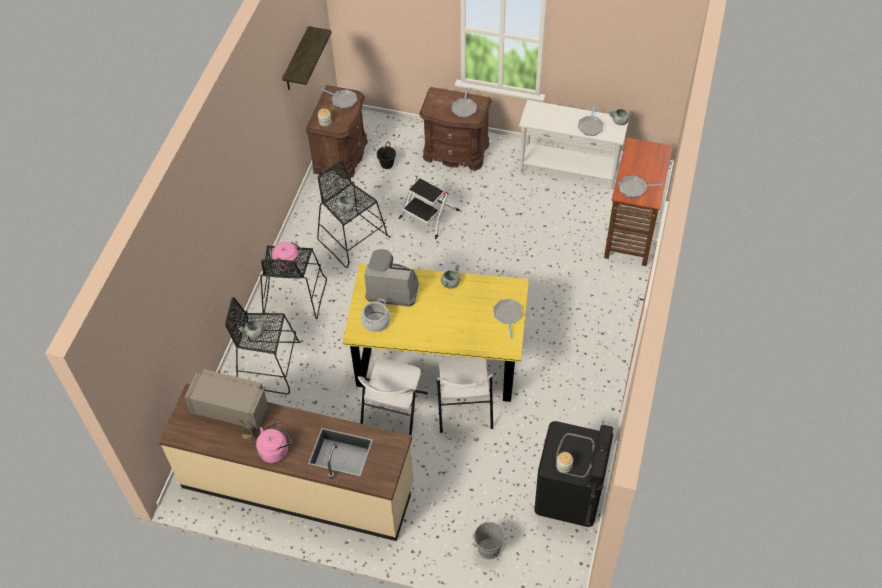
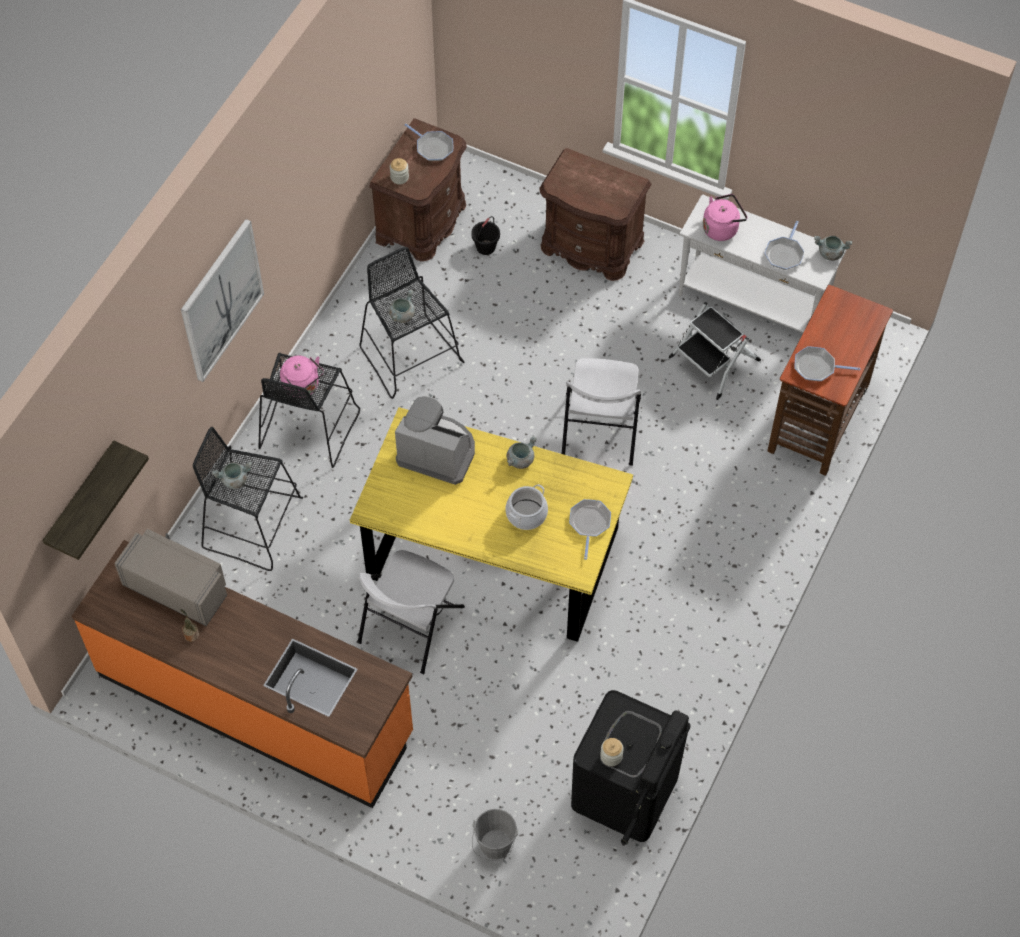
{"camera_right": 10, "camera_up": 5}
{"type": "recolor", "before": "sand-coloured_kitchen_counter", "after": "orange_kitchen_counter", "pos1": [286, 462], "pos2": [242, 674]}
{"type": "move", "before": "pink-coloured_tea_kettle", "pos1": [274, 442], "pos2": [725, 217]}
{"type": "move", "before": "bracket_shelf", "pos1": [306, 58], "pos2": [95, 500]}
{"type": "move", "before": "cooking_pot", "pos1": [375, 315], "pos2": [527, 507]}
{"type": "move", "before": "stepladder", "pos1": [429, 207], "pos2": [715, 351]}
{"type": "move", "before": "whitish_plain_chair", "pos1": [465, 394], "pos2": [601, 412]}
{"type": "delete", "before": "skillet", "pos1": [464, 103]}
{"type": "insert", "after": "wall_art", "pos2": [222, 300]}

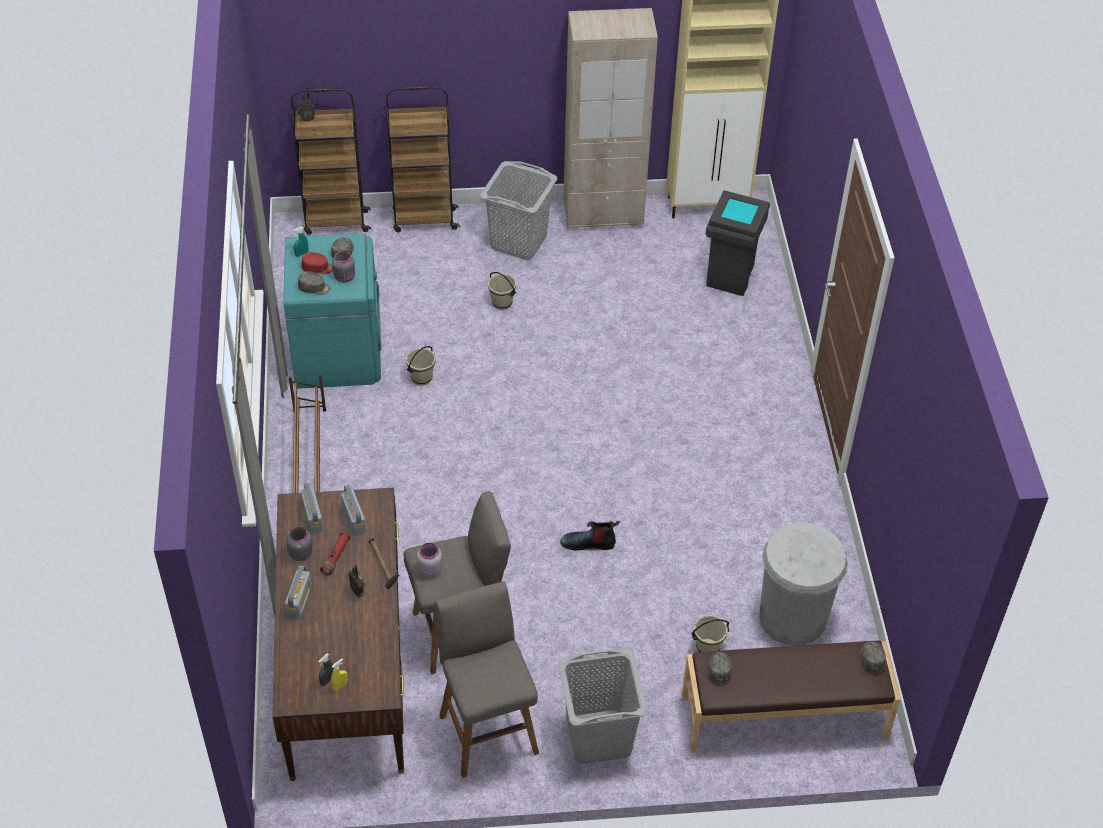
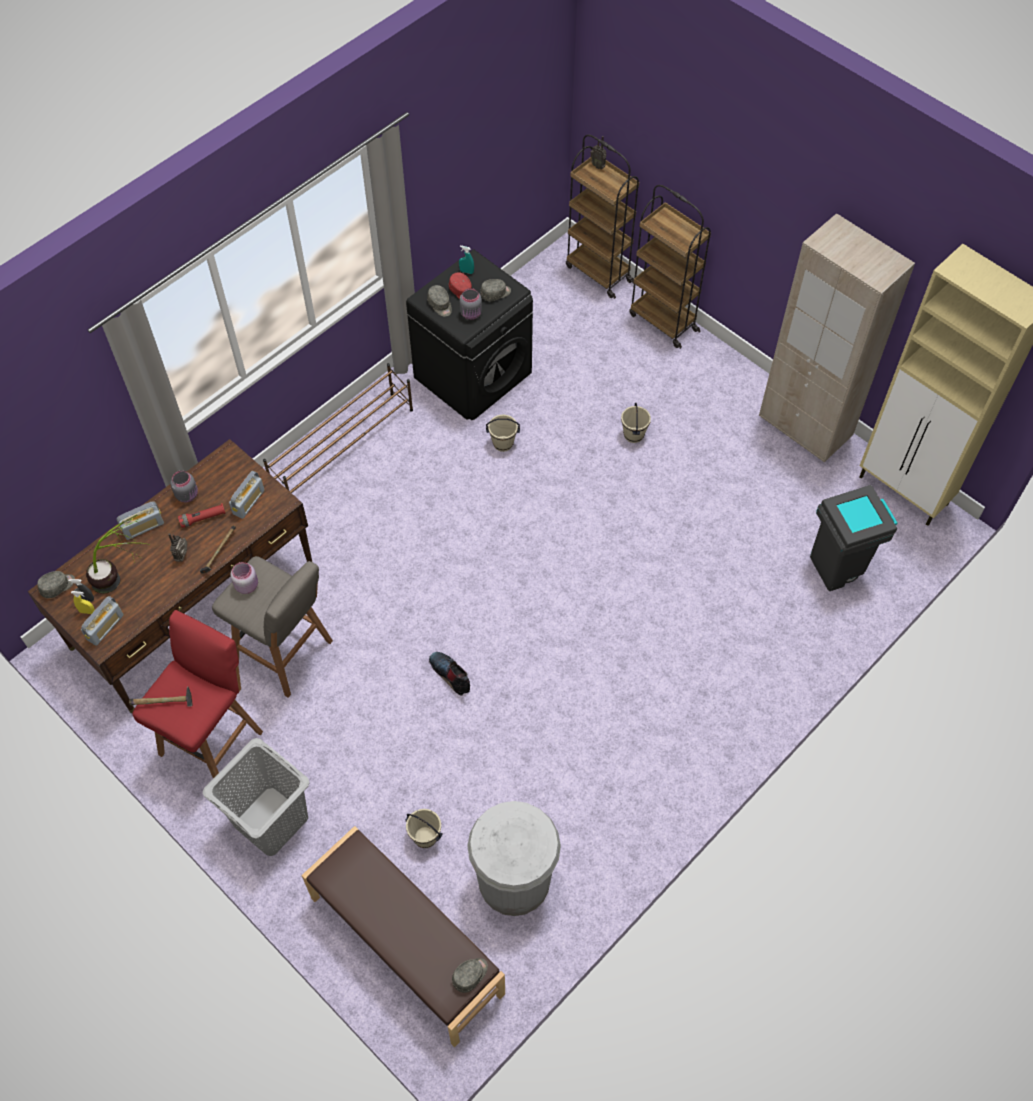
{"camera_right": 50, "camera_up": 10}
{"type": "recolor", "before": "turquoise-coloured_laundry_appliance", "after": "black-coloured_laundry_appliance", "pos1": [332, 311], "pos2": [469, 334]}
{"type": "move", "before": "radio_receiver", "pos1": [312, 508], "pos2": [102, 621]}
{"type": "recolor", "before": "gray_sitting_stool", "after": "red-coloured_sitting_stool", "pos1": [486, 680], "pos2": [197, 694]}
{"type": "delete", "before": "gray_laundry_basket", "pos1": [518, 210]}
{"type": "move", "before": "gray_cap", "pos1": [720, 667], "pos2": [56, 584]}
{"type": "insert", "after": "houseplant", "pos2": [118, 554]}
{"type": "insert", "after": "tool_hammer", "pos2": [161, 696]}

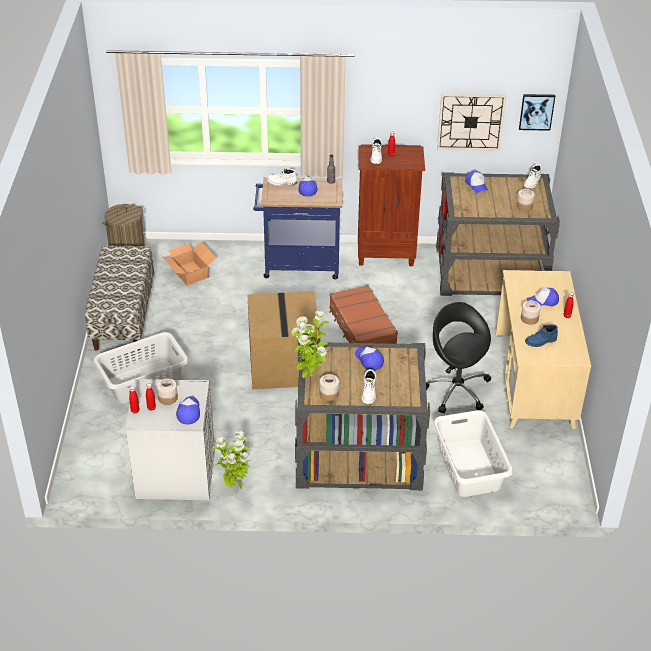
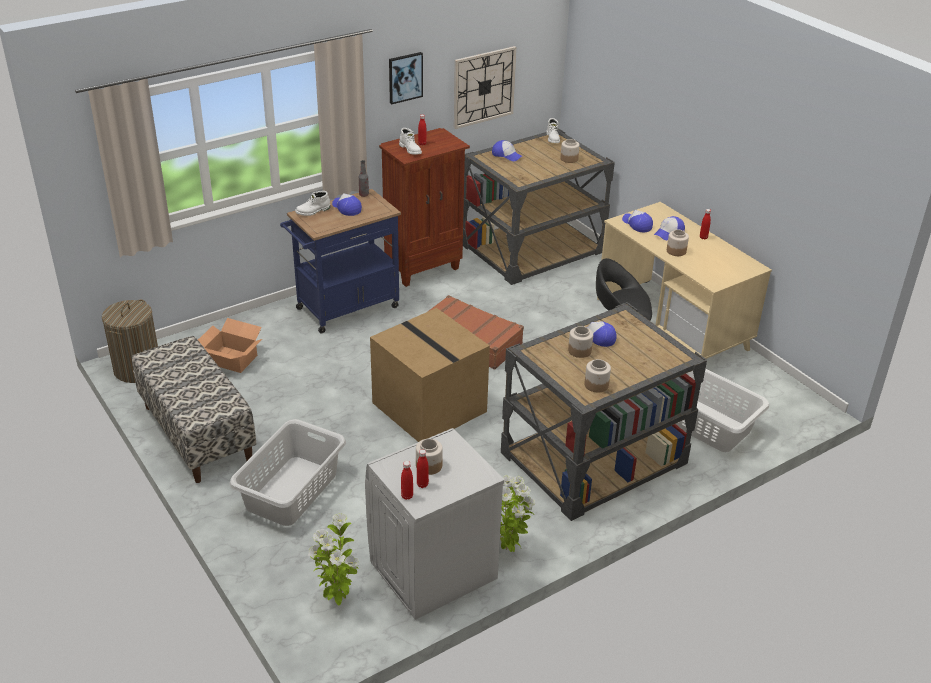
{"camera_right": -35, "camera_up": -5}
{"type": "move", "before": "cap", "pos1": [188, 410], "pos2": [637, 221]}
{"type": "move", "before": "houseplant", "pos1": [310, 344], "pos2": [333, 559]}
{"type": "delete", "before": "whitish_high-top_boot", "pos1": [368, 386]}
{"type": "move", "before": "wall_art", "pos1": [537, 112], "pos2": [406, 78]}
{"type": "delete", "before": "bluish_high-top_boot", "pos1": [541, 335]}
{"type": "insert", "after": "jar", "pos2": [580, 342]}

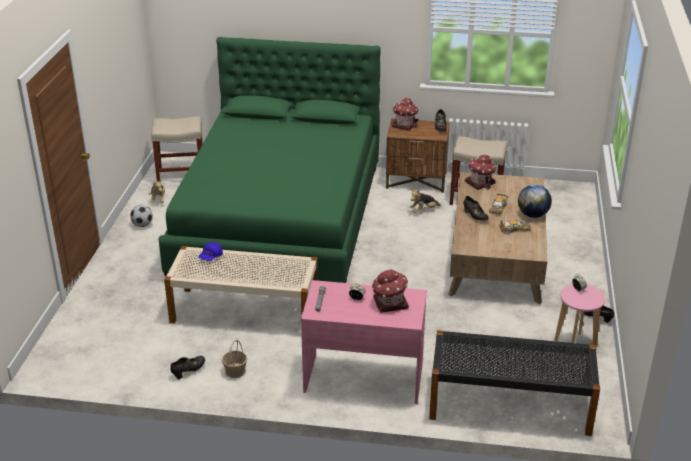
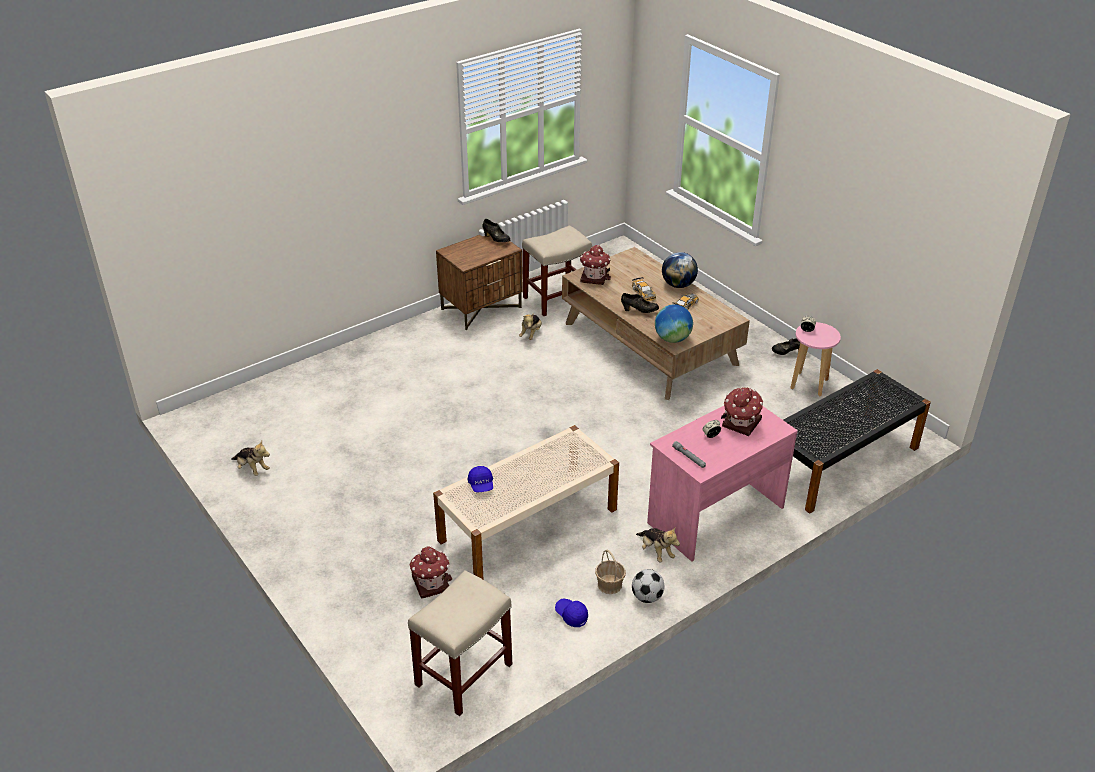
{"camera_right": -45, "camera_up": 5}
{"type": "move", "before": "ball_for_football", "pos1": [141, 216], "pos2": [648, 586]}
{"type": "move", "before": "sand-coloured_sitting_stool", "pos1": [177, 148], "pos2": [460, 643]}
{"type": "delete", "before": "green_bedroom_bed", "pos1": [270, 160]}
{"type": "replace", "before": "black-coloured_low_shoe", "after": "bluish_cap", "pos1": [187, 367], "pos2": [571, 613]}
{"type": "move", "before": "miniature_house", "pos1": [405, 114], "pos2": [431, 573]}
{"type": "insert", "after": "cuddly_toy", "pos2": [658, 545]}
{"type": "insert", "after": "world_globe", "pos2": [674, 323]}

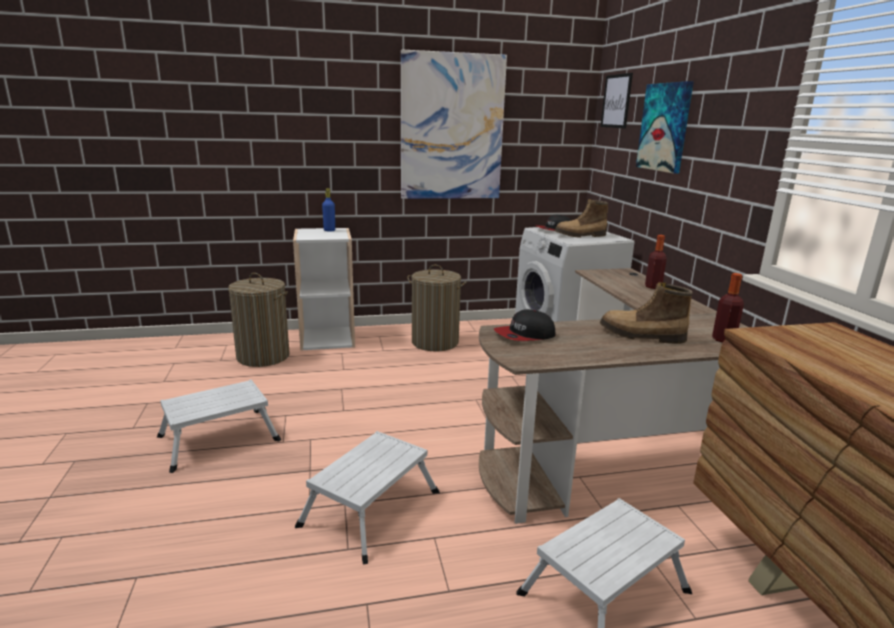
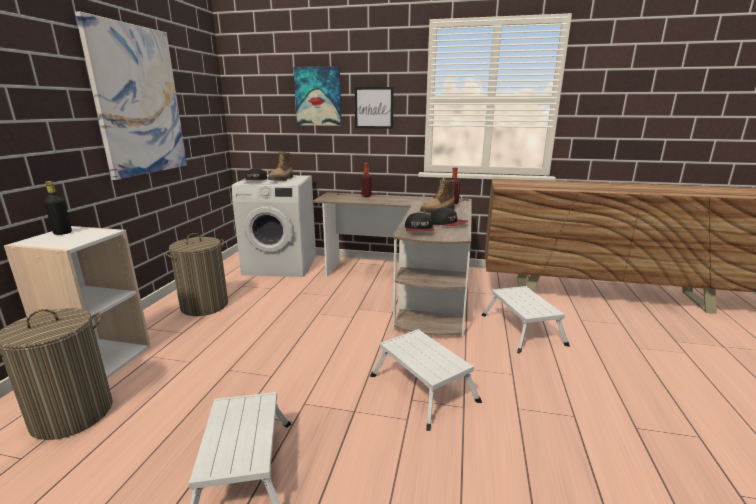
{"camera_right": -65, "camera_up": 0}
{"type": "recolor", "before": "bluish_beverage_bottle", "after": "black-coloured_beverage_bottle", "pos1": [328, 210], "pos2": [58, 208]}
{"type": "move", "before": "wall_art", "pos1": [617, 100], "pos2": [374, 108]}
{"type": "insert", "after": "cap", "pos2": [449, 217]}

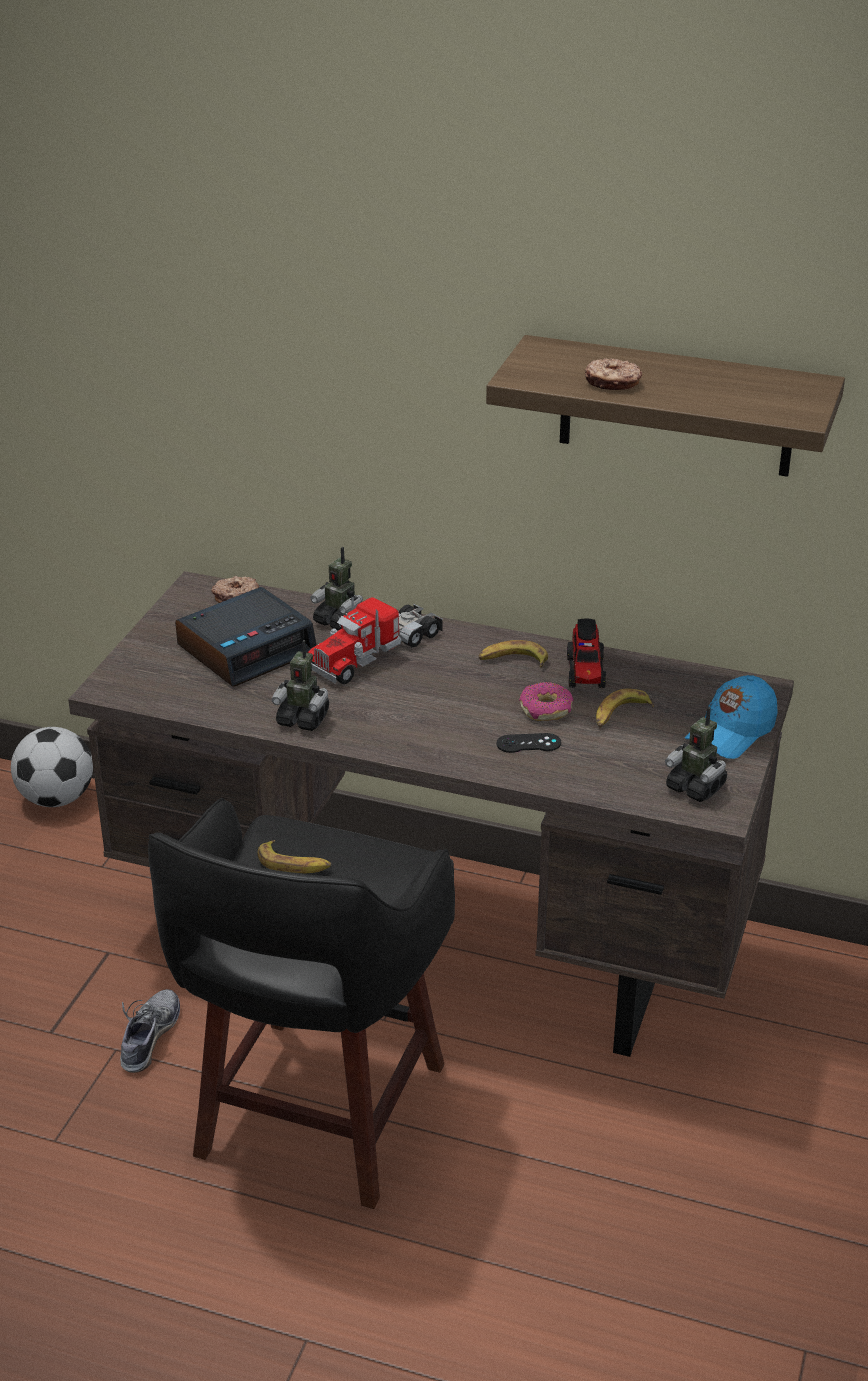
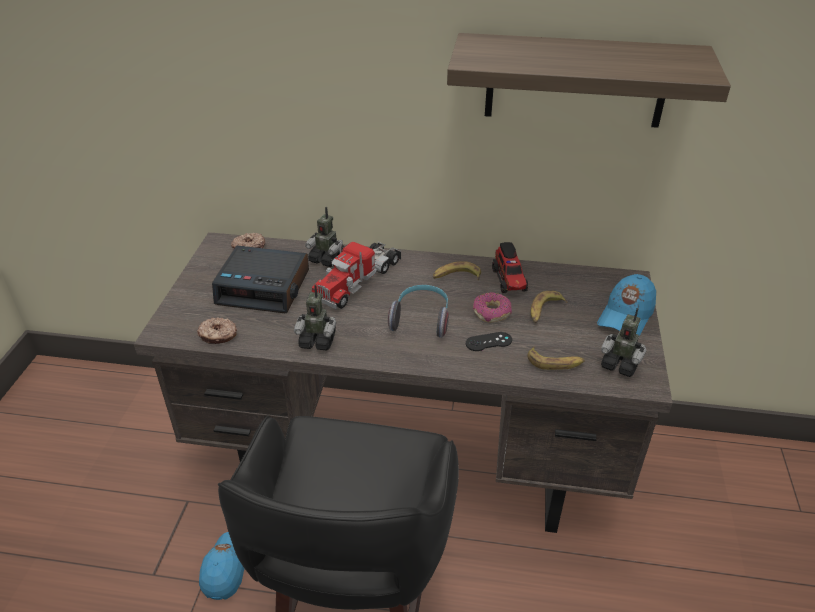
{"camera_right": -10, "camera_up": 5}
{"type": "delete", "before": "ball_for_football", "pos1": [52, 767]}
{"type": "replace", "before": "low_shoe", "after": "bluish_cap", "pos1": [150, 1031], "pos2": [221, 566]}
{"type": "rotate", "before": "alarm_clock", "pos1": [245, 637], "pos2": [260, 279], "turn": 60}
{"type": "move", "before": "banana_fruit", "pos1": [294, 856], "pos2": [556, 358]}
{"type": "move", "before": "doughnut", "pos1": [613, 374], "pos2": [217, 330]}
{"type": "insert", "after": "headset", "pos2": [418, 311]}

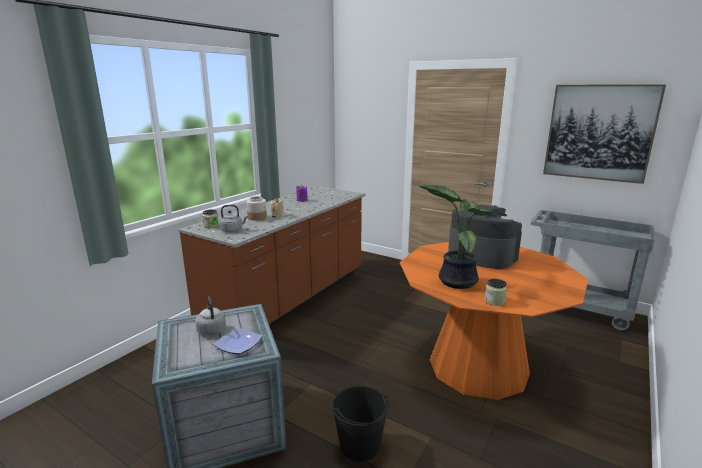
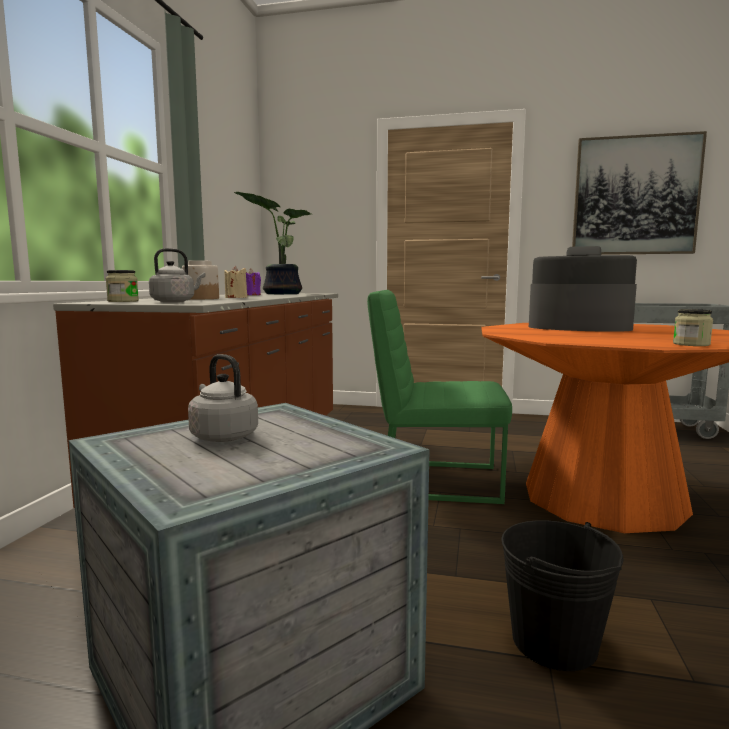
{"camera_right": -20, "camera_up": -10}
{"type": "delete", "before": "dinner_plate", "pos1": [238, 341]}
{"type": "move", "before": "houseplant", "pos1": [459, 237], "pos2": [272, 243]}
{"type": "insert", "after": "green_plain_chair", "pos2": [439, 397]}

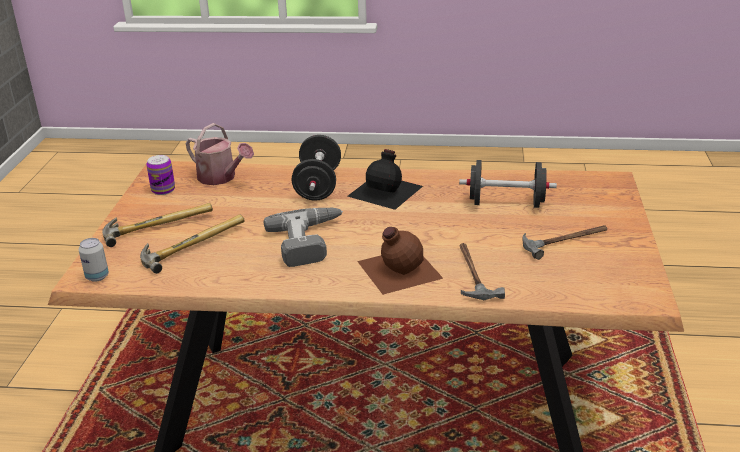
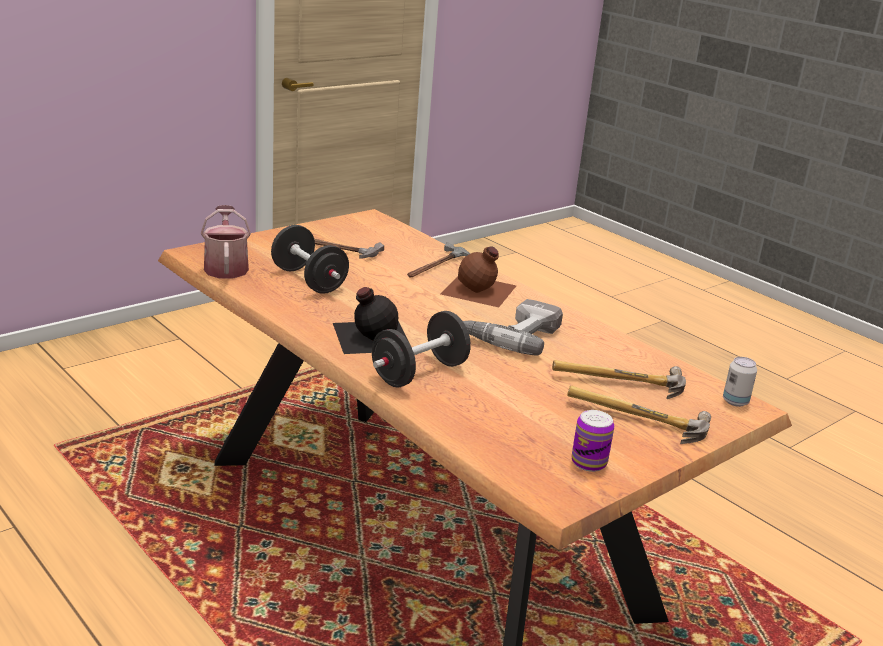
{"camera_right": -140, "camera_up": -5}
{"type": "move", "before": "watering_can", "pos1": [220, 154], "pos2": [226, 241]}

